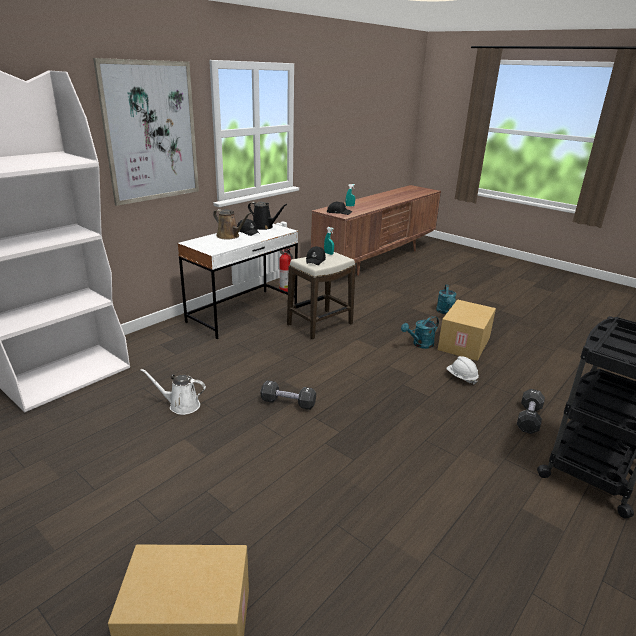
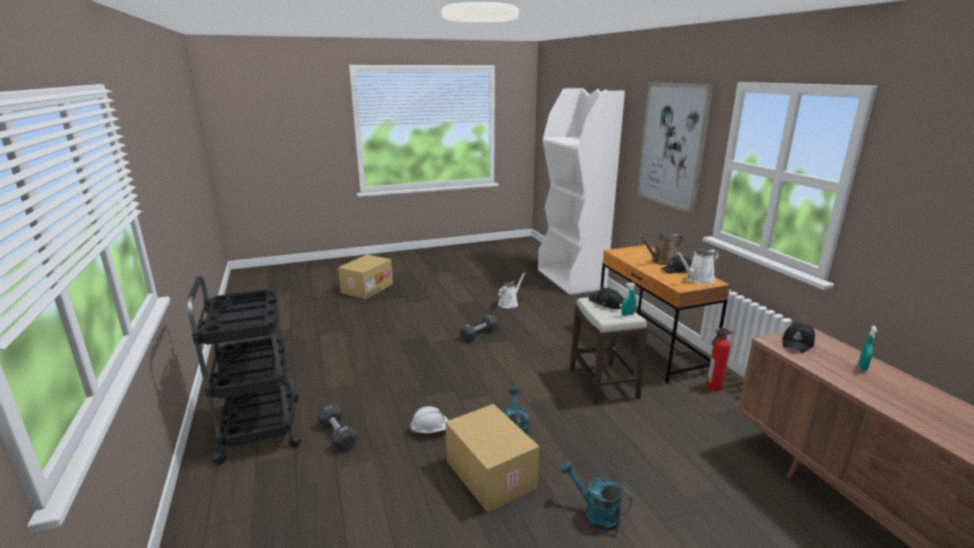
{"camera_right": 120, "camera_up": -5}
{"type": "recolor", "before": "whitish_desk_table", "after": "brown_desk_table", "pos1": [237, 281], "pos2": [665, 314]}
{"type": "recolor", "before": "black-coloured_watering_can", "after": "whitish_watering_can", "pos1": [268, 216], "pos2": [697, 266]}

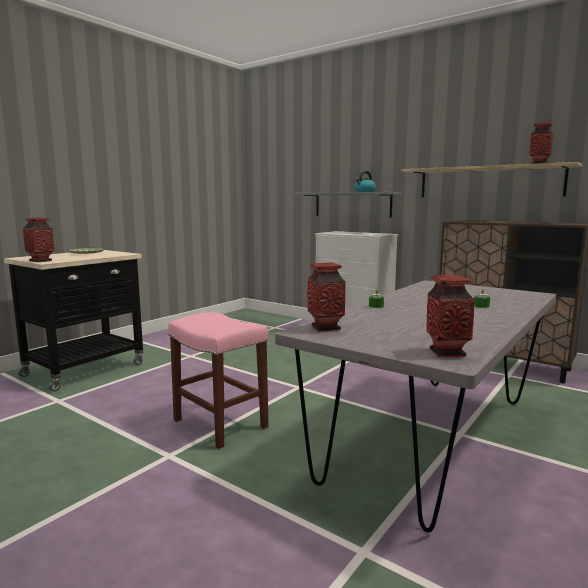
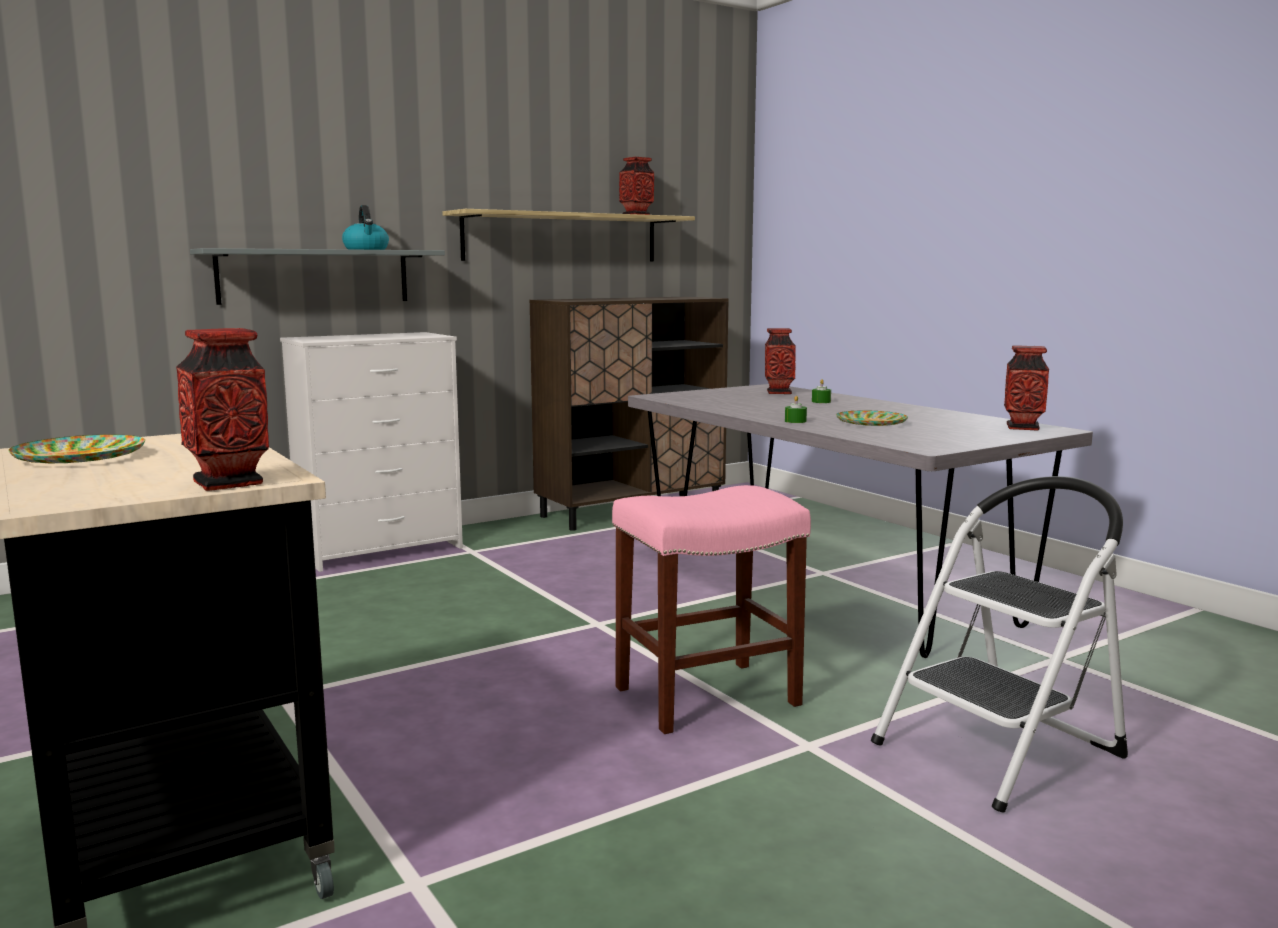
{"camera_right": -70, "camera_up": 0}
{"type": "move", "before": "flower_vase", "pos1": [327, 297], "pos2": [780, 361]}
{"type": "insert", "after": "dinner_plate", "pos2": [872, 418]}
{"type": "insert", "after": "stepladder", "pos2": [999, 644]}

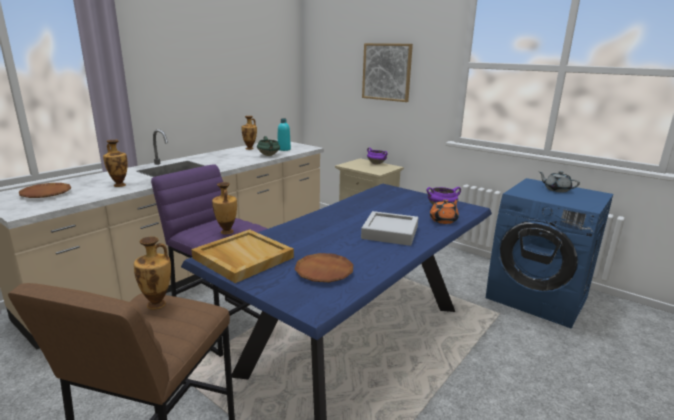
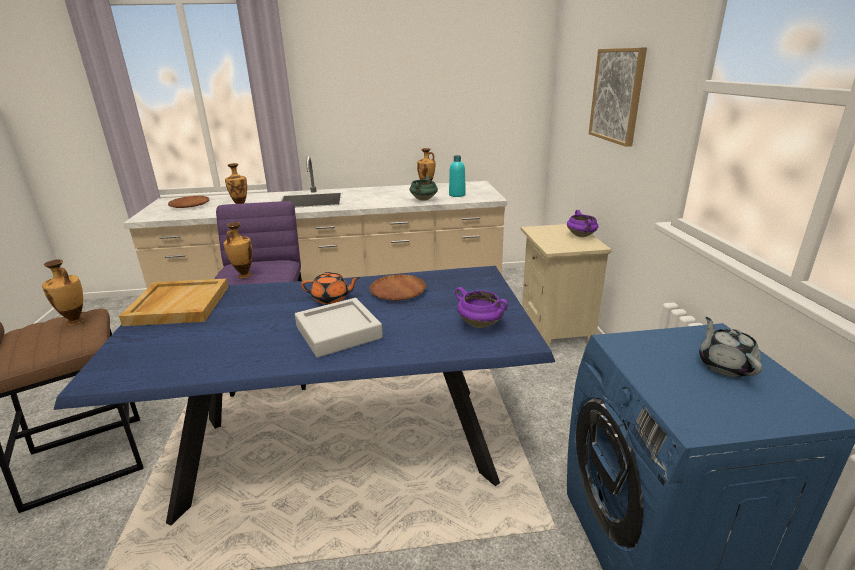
{"camera_right": 45, "camera_up": 5}
{"type": "move", "before": "brown_dinner_plate", "pos1": [324, 267], "pos2": [398, 287]}
{"type": "move", "before": "orange_teapot", "pos1": [444, 211], "pos2": [330, 288]}

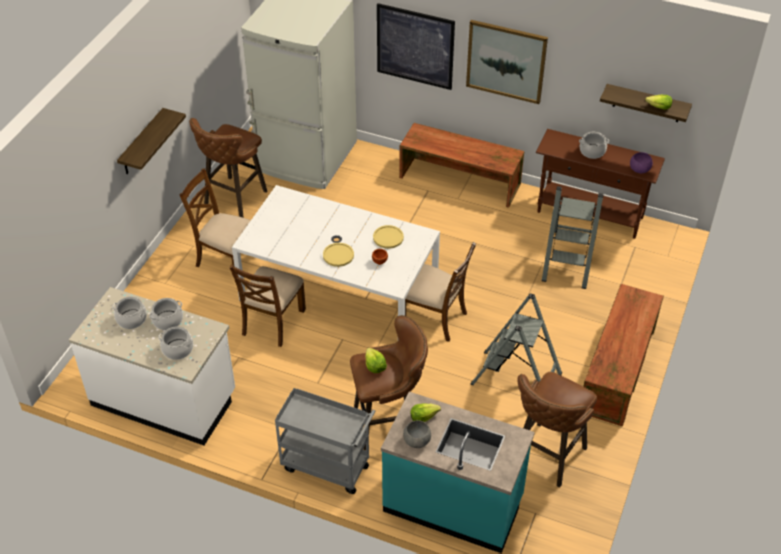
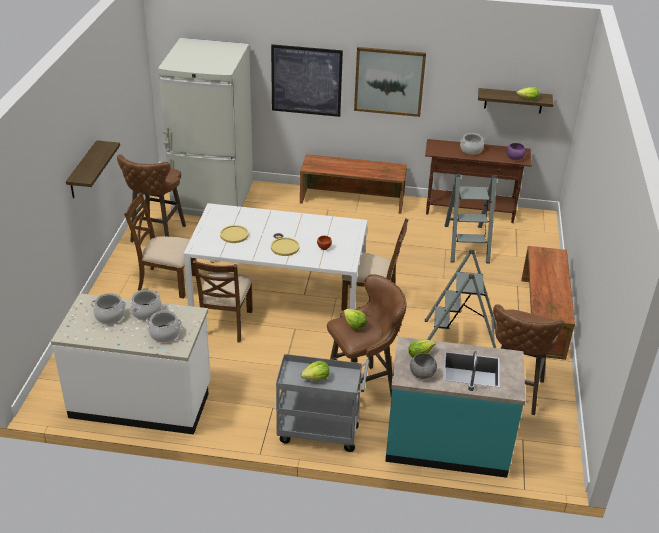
{"camera_right": -15, "camera_up": -10}
{"type": "move", "before": "yellow_dinner_plate", "pos1": [388, 237], "pos2": [234, 234]}
{"type": "insert", "after": "lettuce_head", "pos2": [315, 371]}

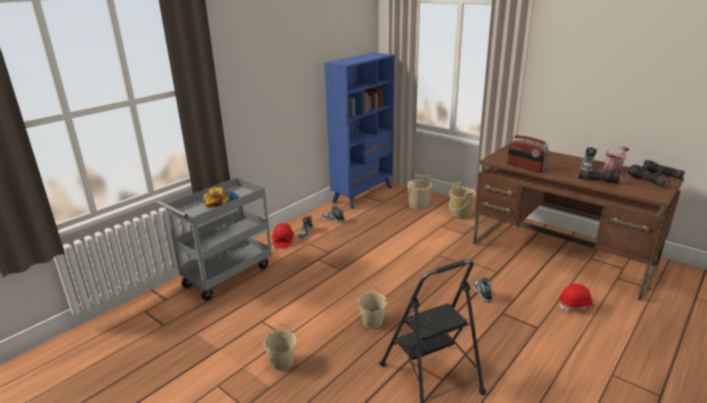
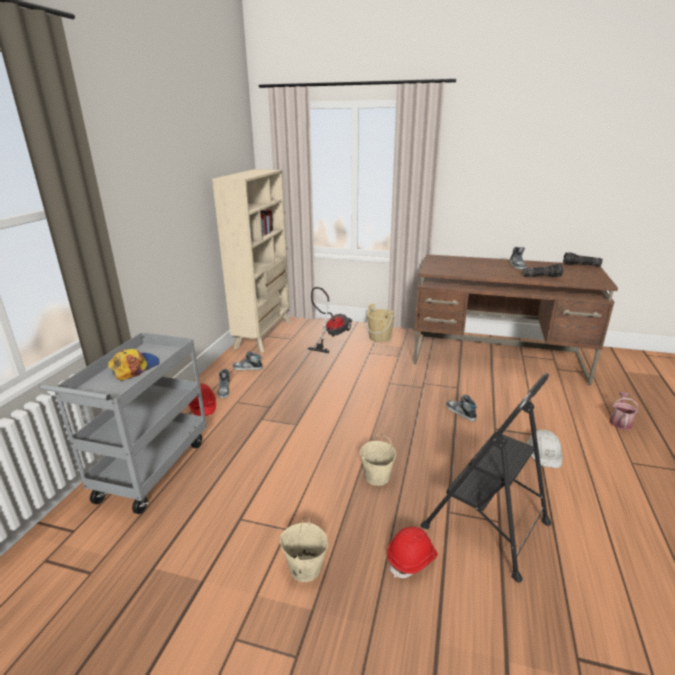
{"camera_right": -25, "camera_up": 0}
{"type": "recolor", "before": "bluish_shelving_unit", "after": "sand-coloured_shelving_unit", "pos1": [359, 131], "pos2": [251, 261]}
{"type": "replace", "before": "sand-coloured_water_bucket", "after": "hoover", "pos1": [419, 192], "pos2": [330, 320]}
{"type": "delete", "before": "radio_receiver", "pos1": [528, 154]}
{"type": "move", "before": "red-coloured_work_helmet", "pos1": [577, 297], "pos2": [412, 552]}
{"type": "move", "before": "watering_can", "pos1": [616, 159], "pos2": [624, 411]}
{"type": "delete", "before": "torch", "pos1": [649, 176]}
{"type": "insert", "after": "whitish_work_helmet", "pos2": [544, 448]}

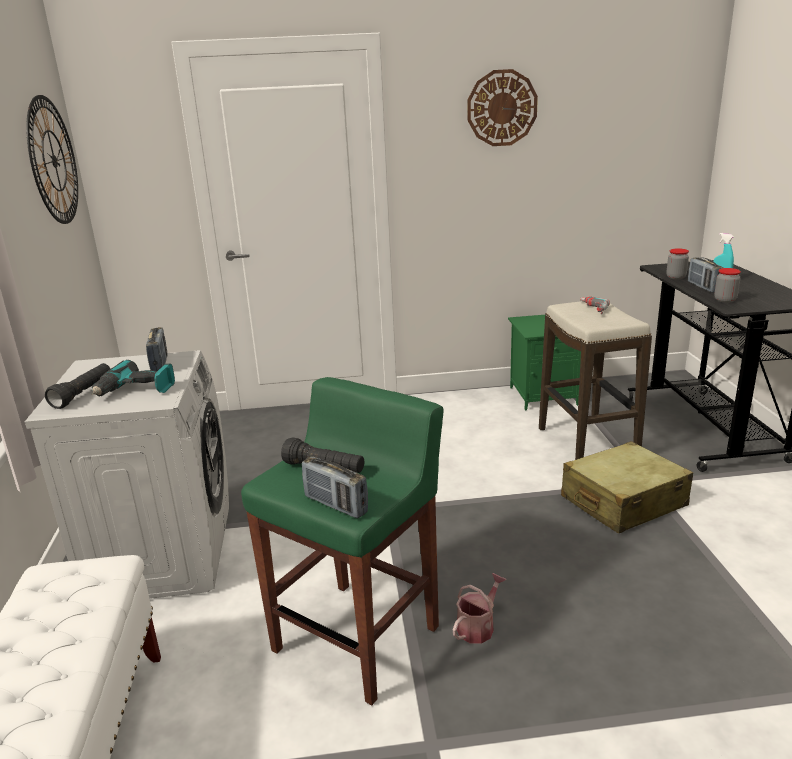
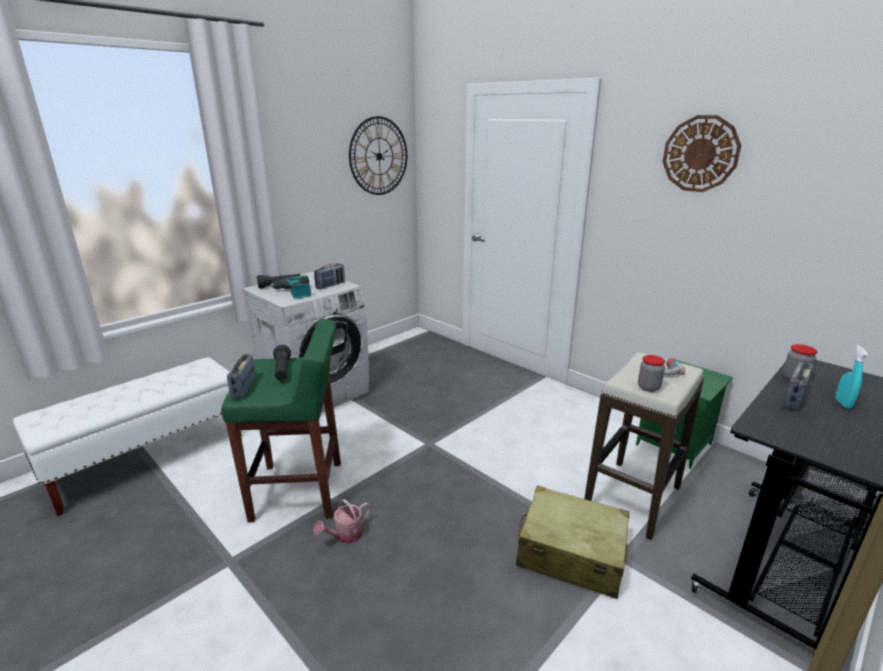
{"camera_right": 50, "camera_up": 0}
{"type": "rotate", "before": "watering_can", "pos1": [479, 608], "pos2": [342, 521], "turn": 135}
{"type": "move", "before": "jar", "pos1": [727, 285], "pos2": [651, 373]}

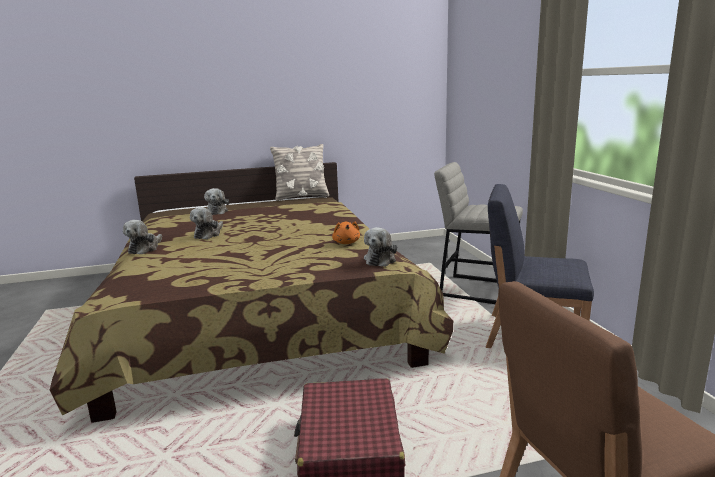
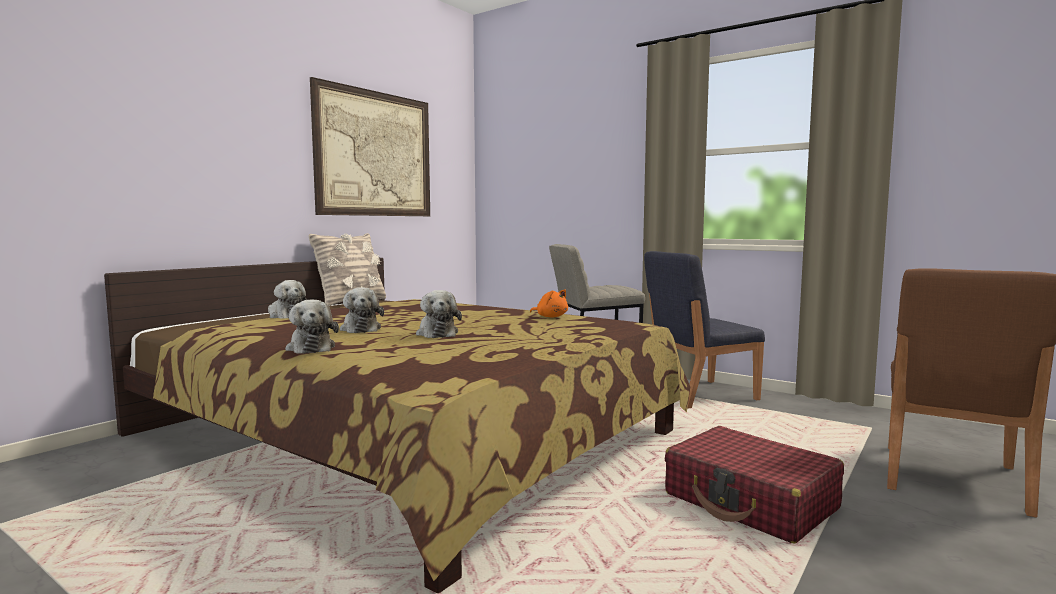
{"camera_right": -40, "camera_up": -10}
{"type": "move", "before": "cuddly_toy", "pos1": [380, 247], "pos2": [439, 314]}
{"type": "insert", "after": "wall_art", "pos2": [370, 146]}

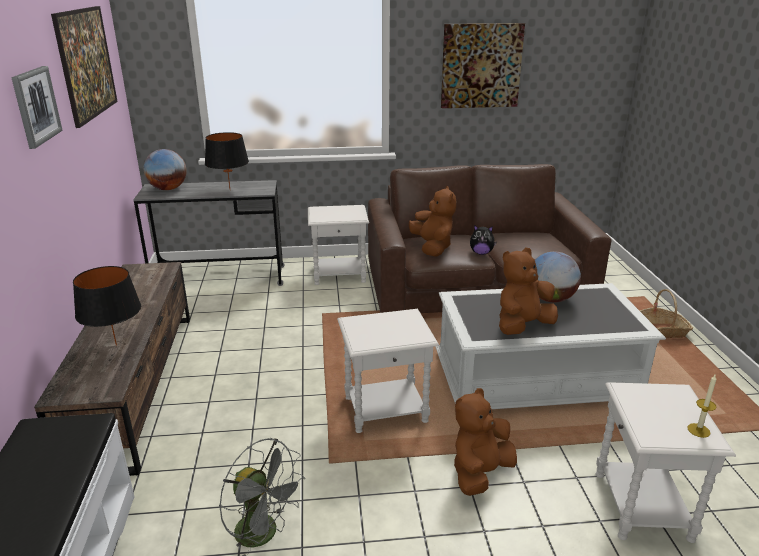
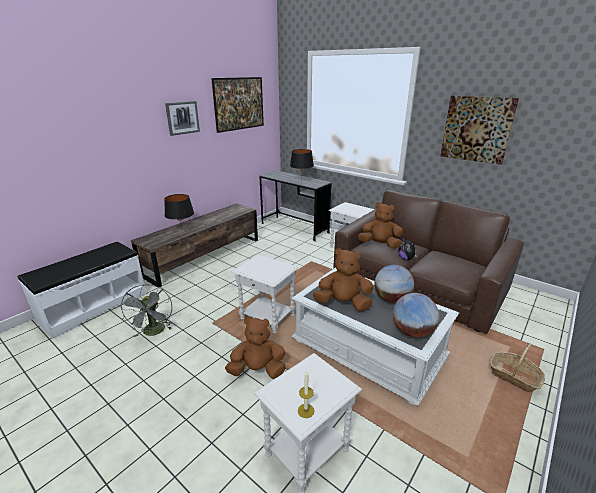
{"camera_right": 45, "camera_up": 0}
{"type": "move", "before": "world_globe", "pos1": [165, 169], "pos2": [416, 315]}
{"type": "rotate", "before": "brown_cuddly_toy", "pos1": [432, 221], "pos2": [380, 225], "turn": -105}

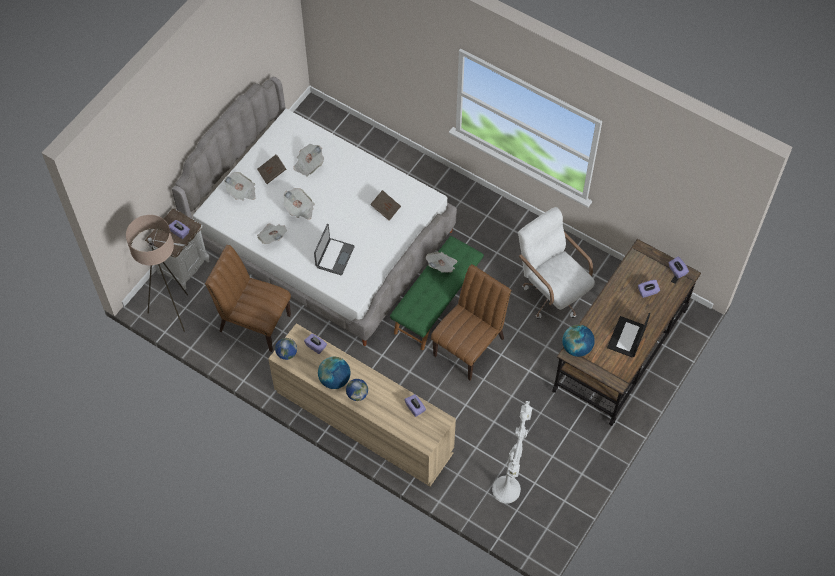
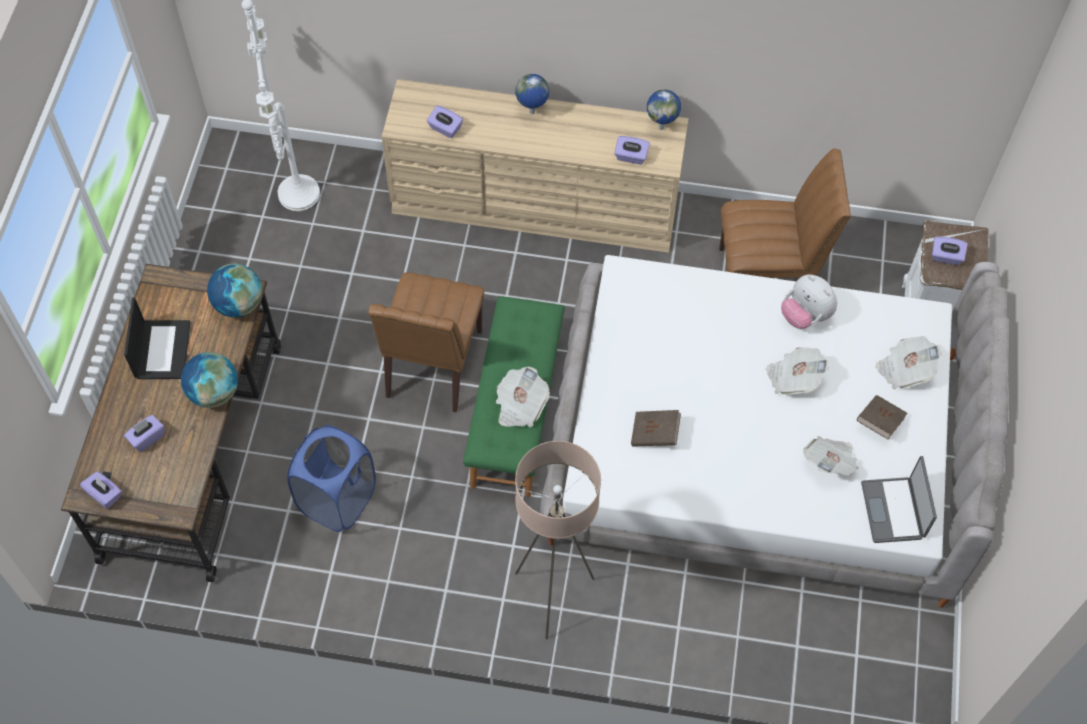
{"camera_right": 155, "camera_up": 0}
{"type": "move", "before": "sand-coloured_floor_lamp", "pos1": [157, 273], "pos2": [558, 540]}
{"type": "replace", "before": "daily_paper", "after": "cuddly_toy", "pos1": [272, 234], "pos2": [809, 301]}
{"type": "move", "before": "notebook_computer", "pos1": [334, 249], "pos2": [899, 499]}
{"type": "move", "before": "world_globe", "pos1": [334, 373], "pos2": [209, 380]}
{"type": "replace", "before": "whitish_computer_chair", "after": "bluish_laundry_basket", "pos1": [556, 263], "pos2": [331, 478]}

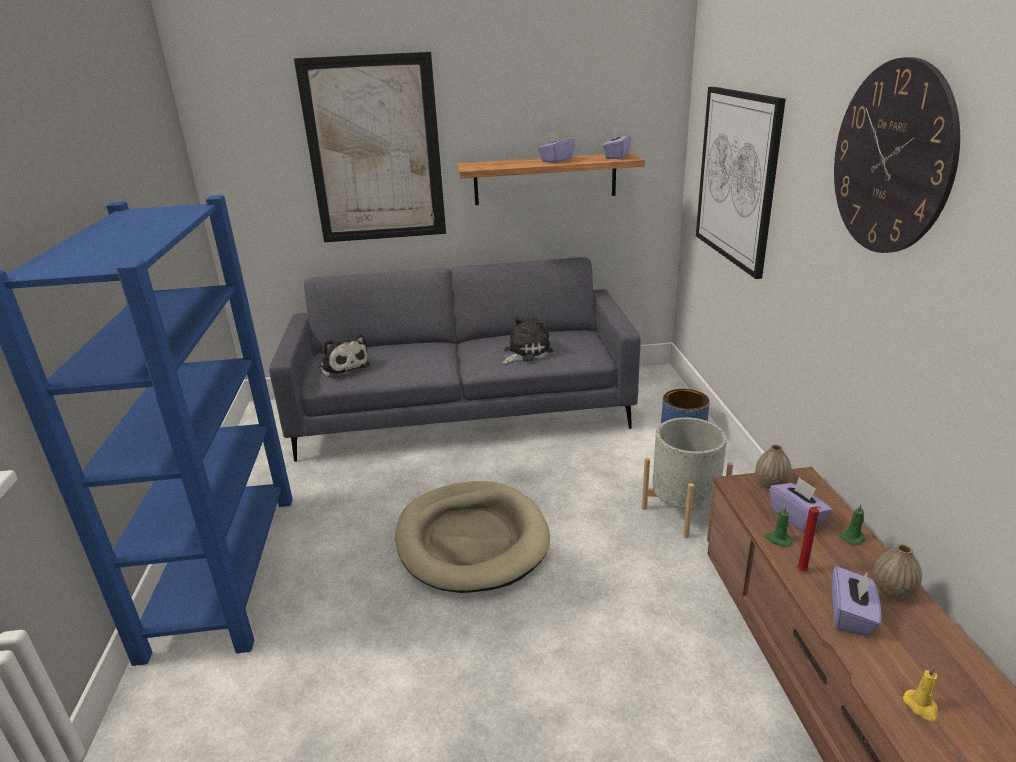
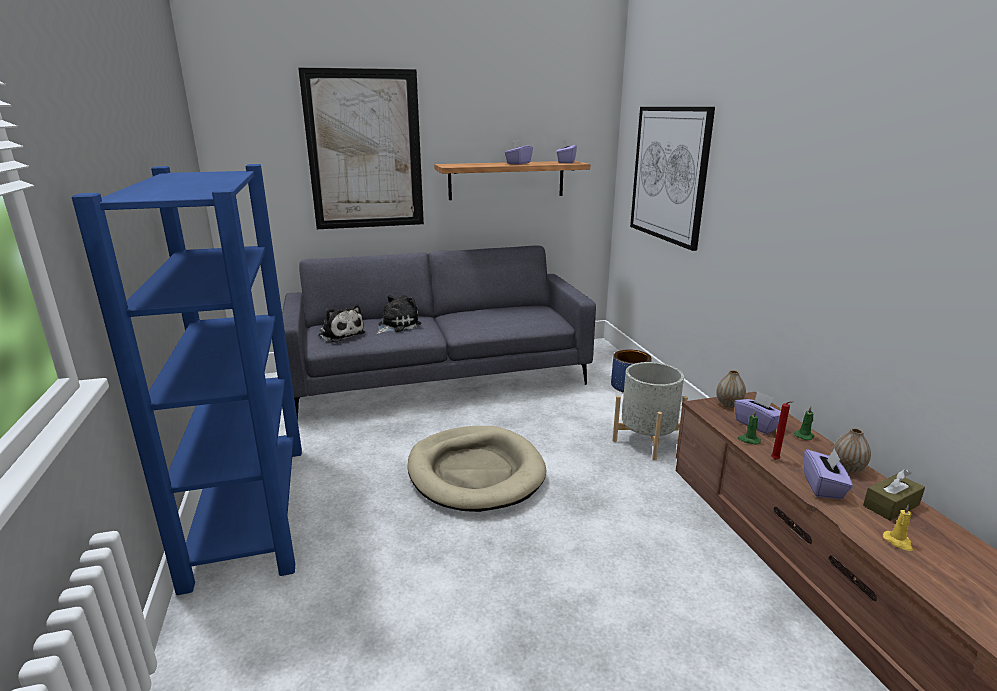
{"camera_right": -10, "camera_up": -5}
{"type": "move", "before": "cuddly_toy", "pos1": [527, 340], "pos2": [398, 314]}
{"type": "delete", "before": "clock_on_the_wall", "pos1": [897, 155]}
{"type": "insert", "after": "brown_tissue_holder", "pos2": [894, 495]}

